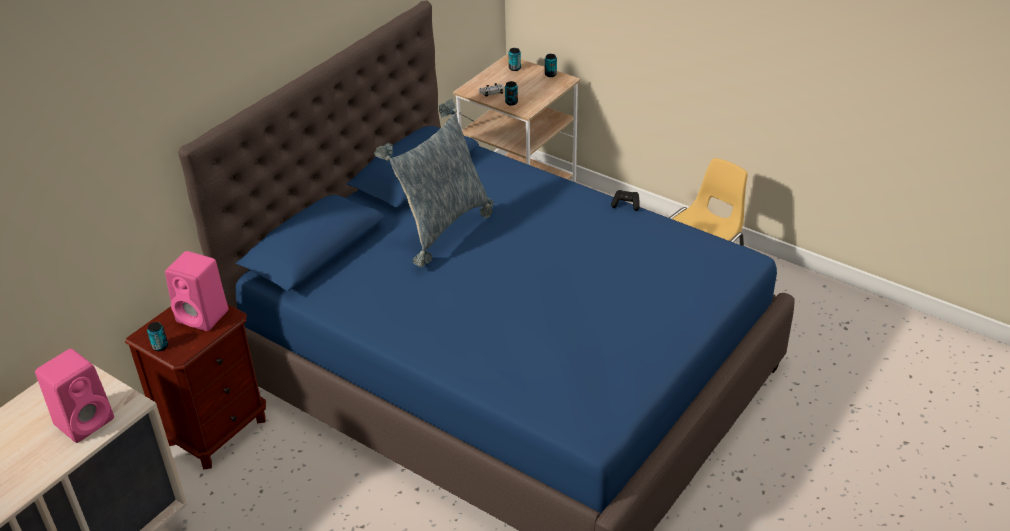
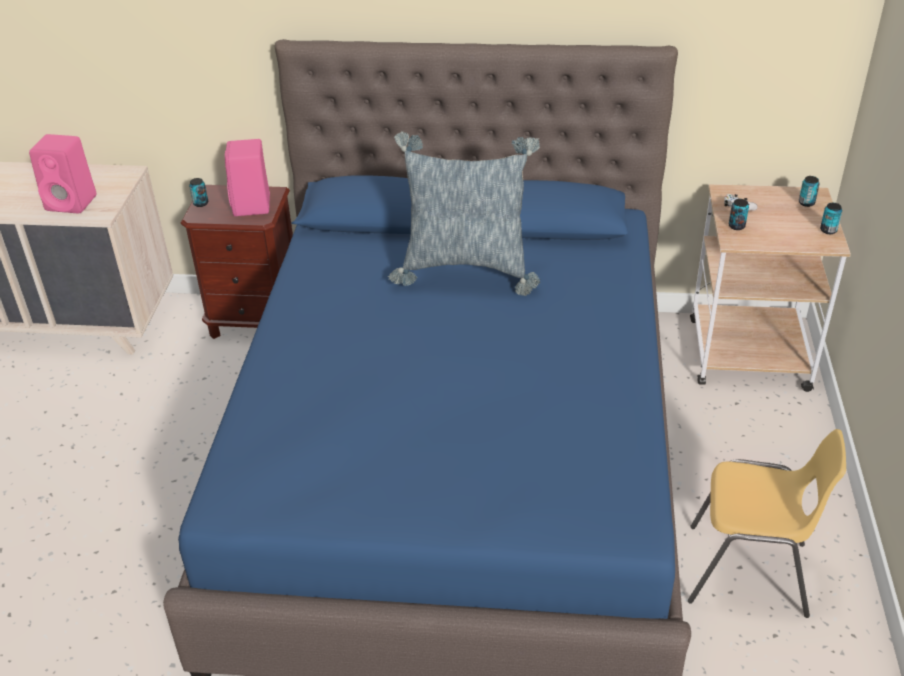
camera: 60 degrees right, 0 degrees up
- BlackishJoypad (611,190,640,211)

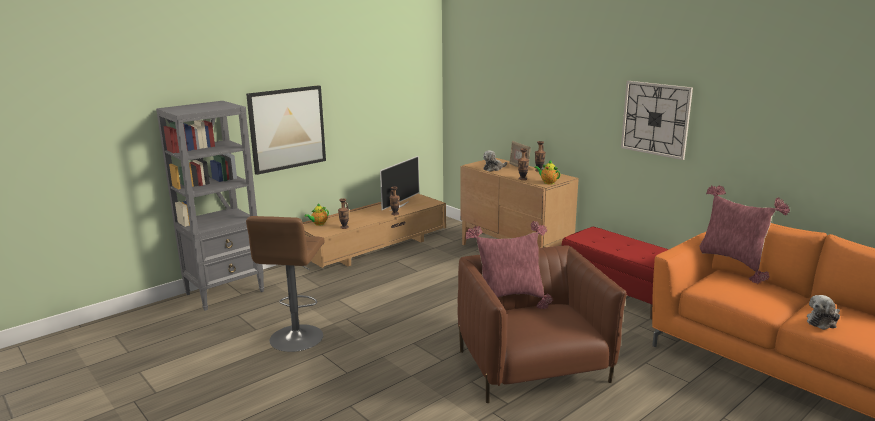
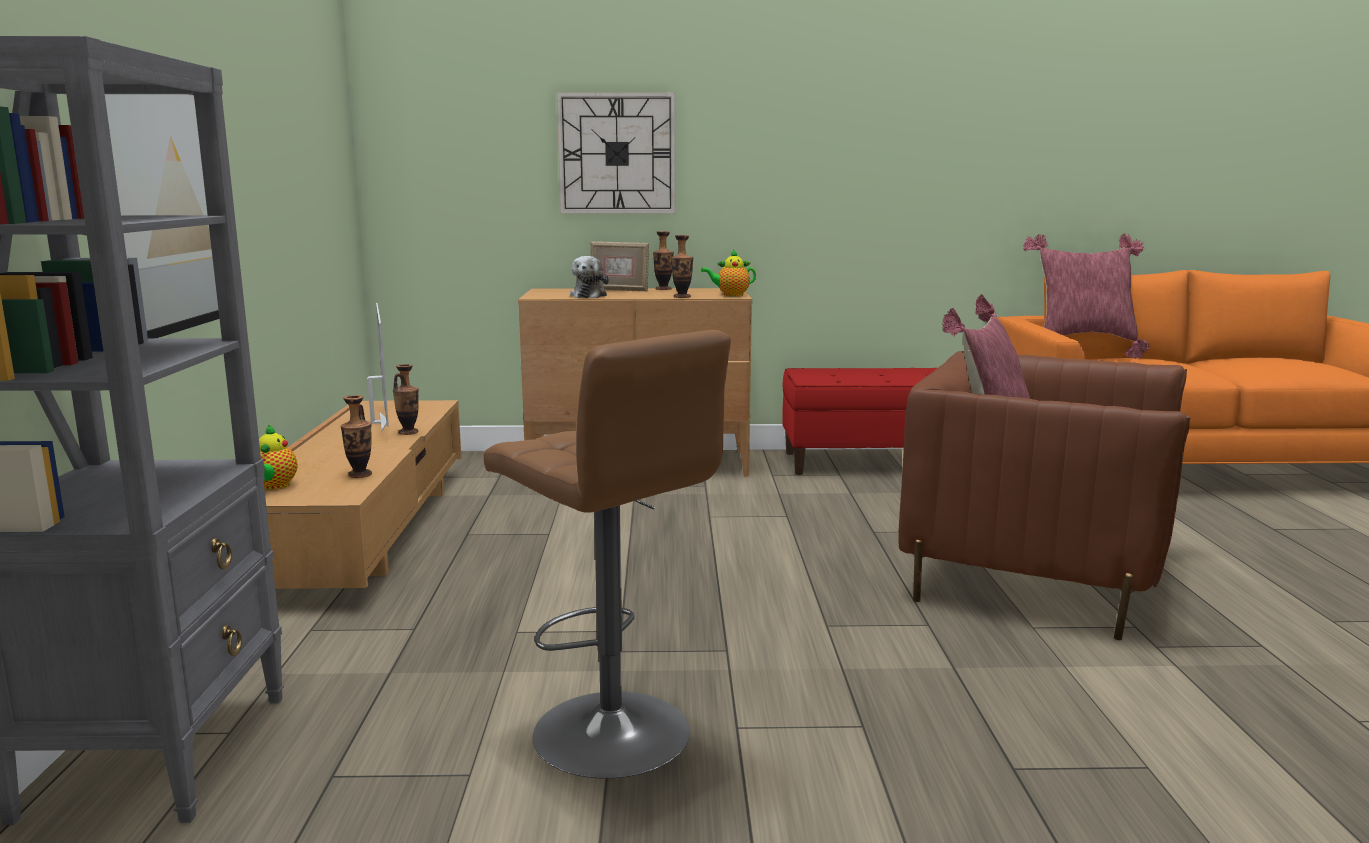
camera: 50 degrees left, 5 degrees down
~ ClockOnTheWall (621,81,693,160) to (557,92,675,214)
- PlushToy (807,295,840,330)

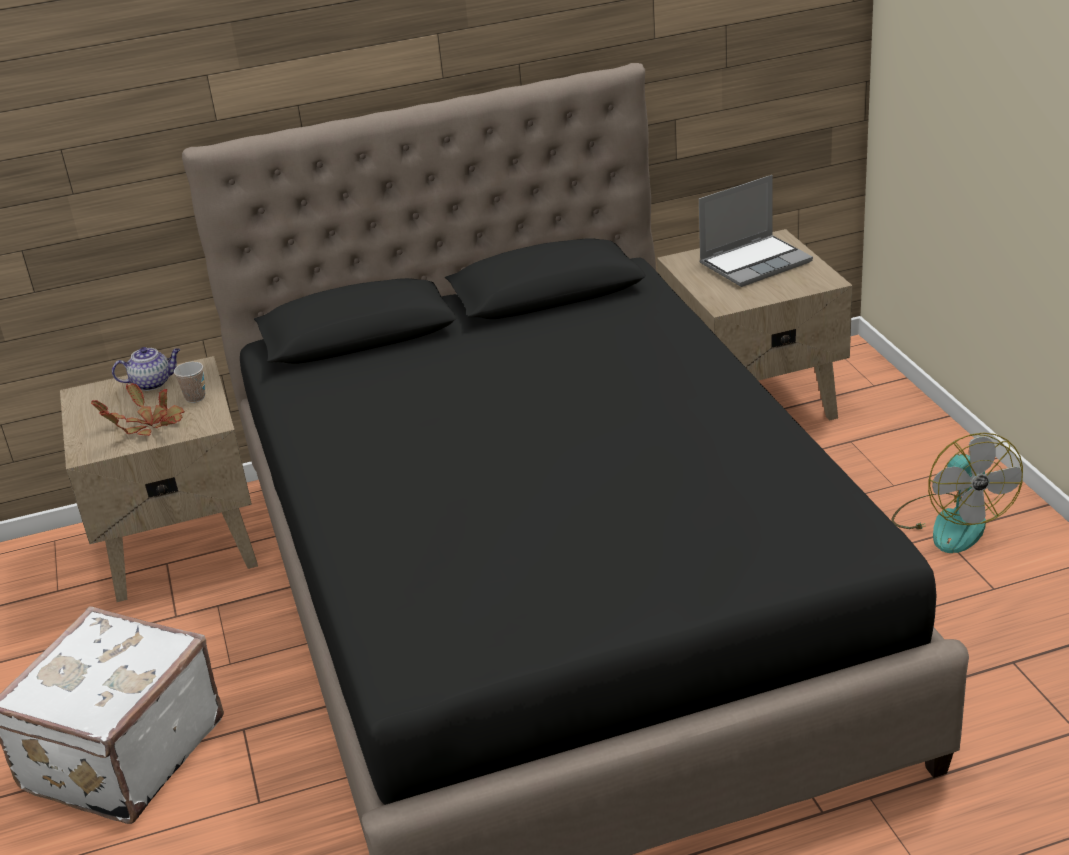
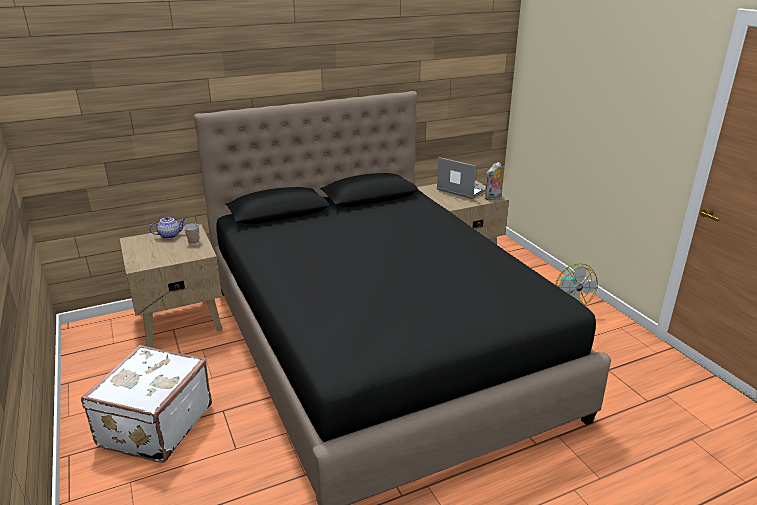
camera: 10 degrees left, 5 degrees down
~ NotebookComputer (699,175,813,287) = (437,157,486,199) 105 degrees counterclockwise
- PottedPlant (91,382,185,436)
+ PlushToy (485,162,502,200)

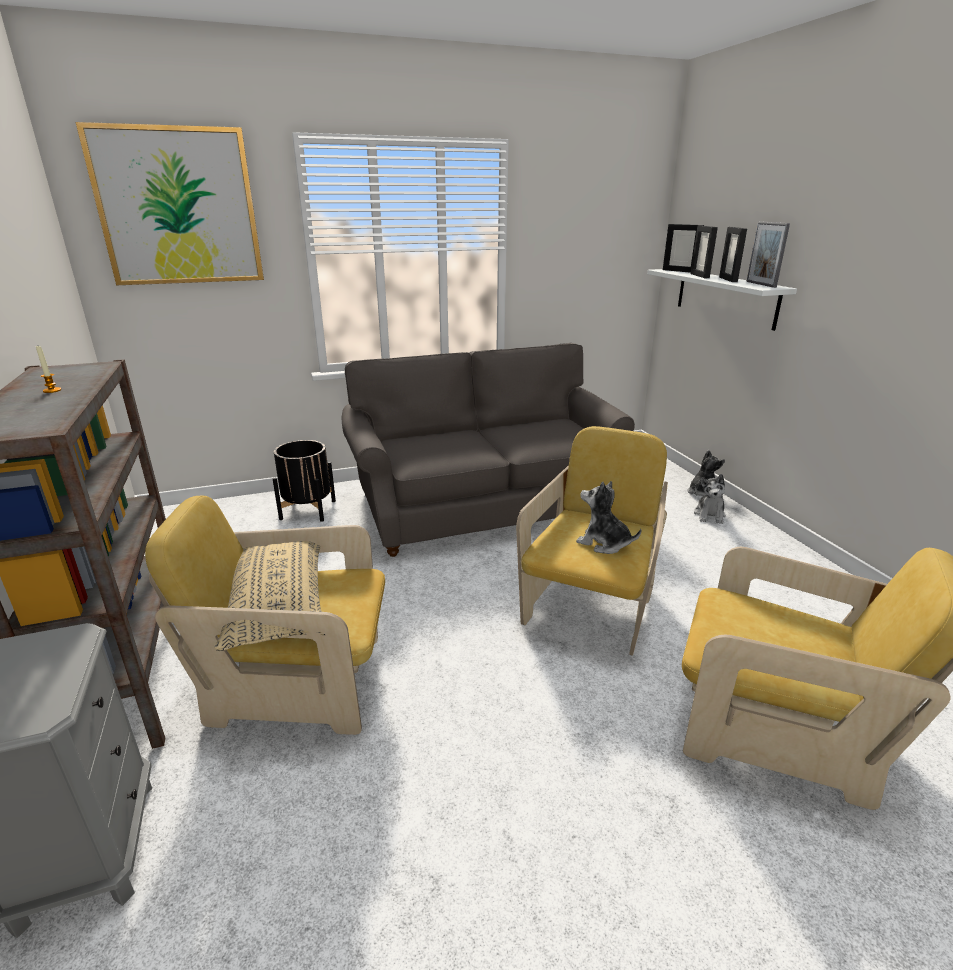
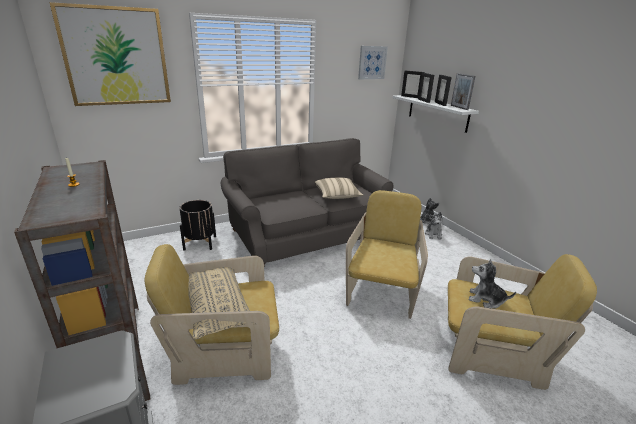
camera: 10 degrees left, 0 degrees up
~ PlushToy (576,481,641,554) to (469,259,516,309)
+ WallPicture (358,46,388,79)
+ BeigeColouredPillow (314,178,364,199)

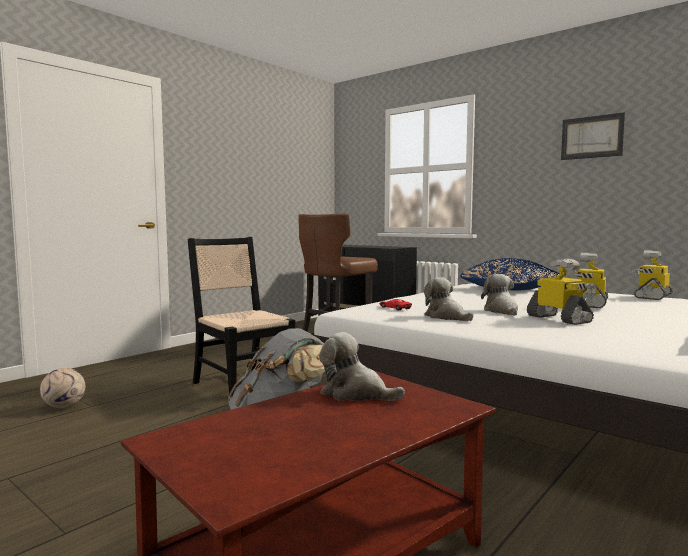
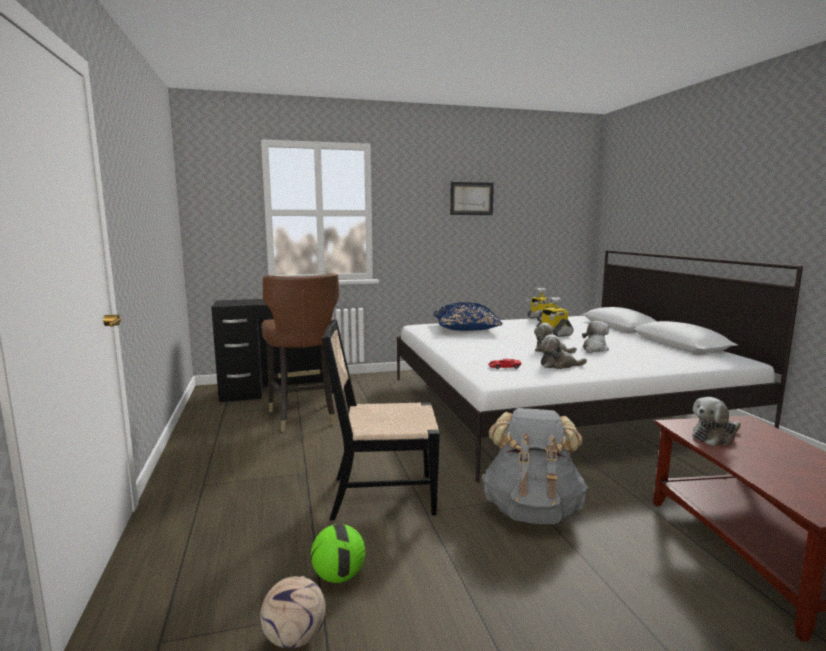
camera: 55 degrees left, 5 degrees up
~ ModelRobot (527,259,596,325) to PlushToy (582,321,609,353)
+ BallForFootball (311,524,365,583)

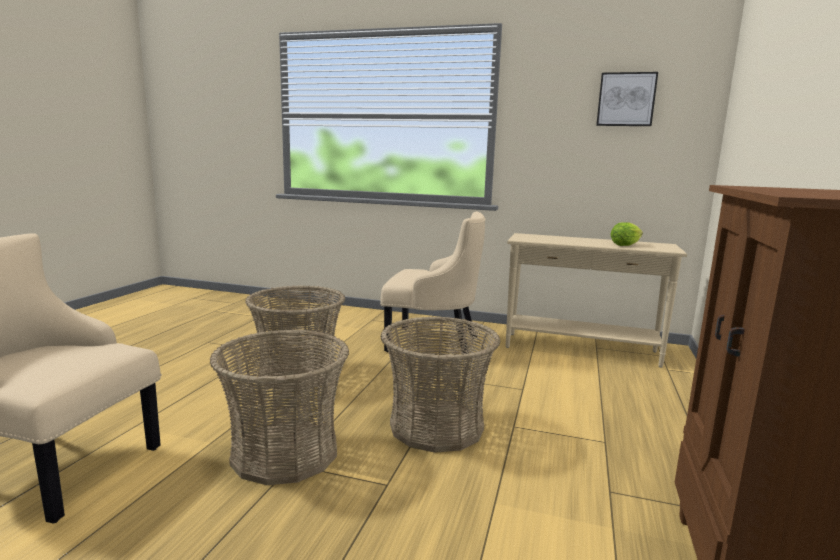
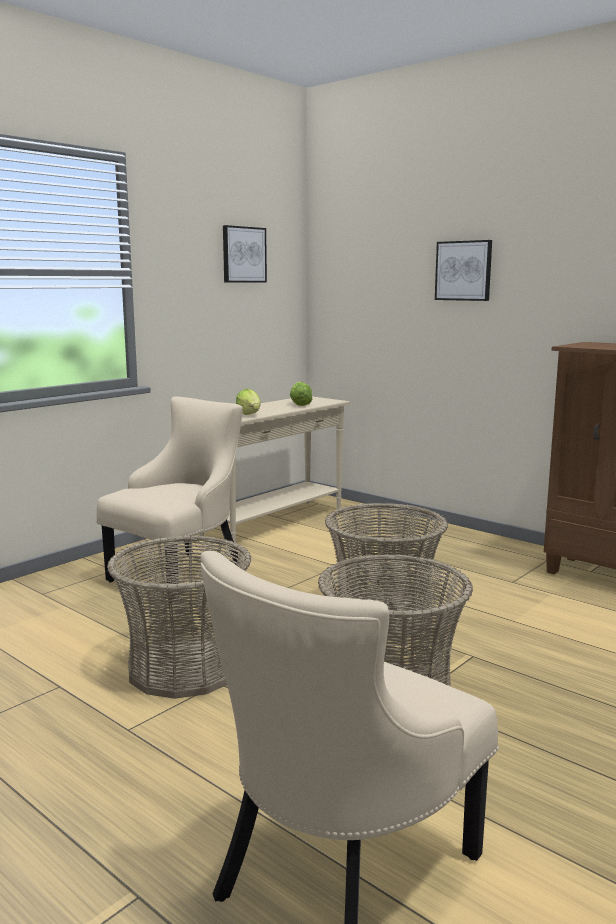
camera: 65 degrees left, 0 degrees up
+ WallPicture (435,240,492,301)
+ Lettuce (236,389,261,415)

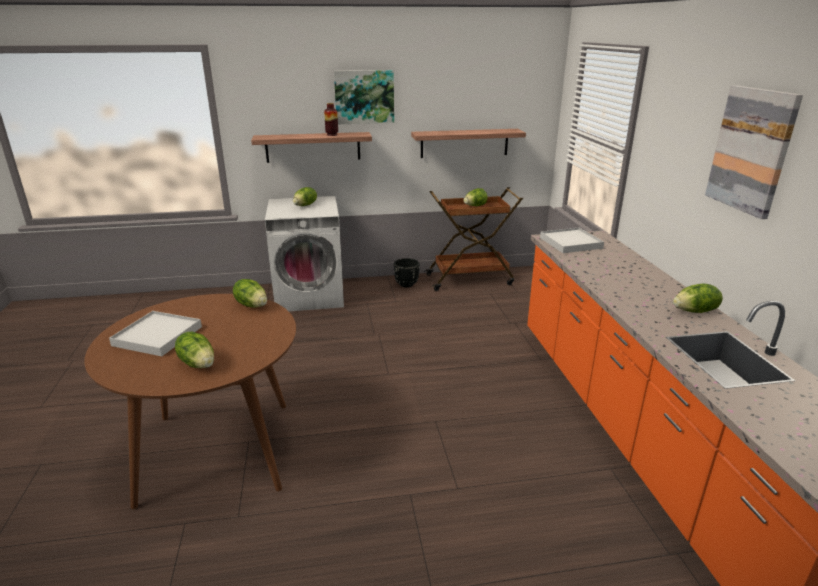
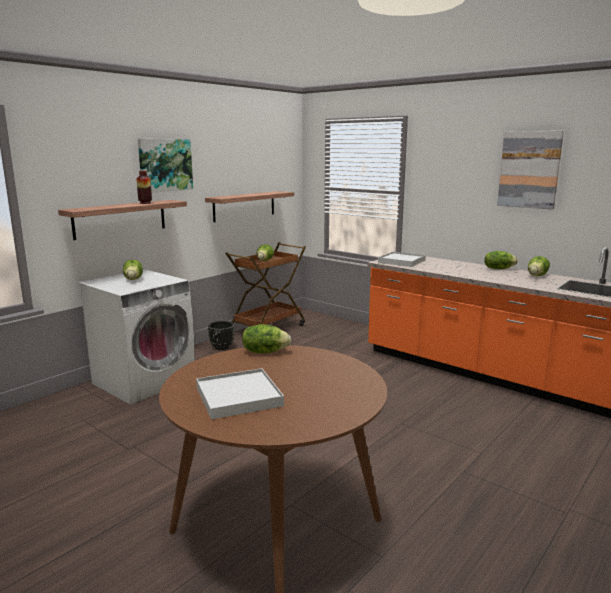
camera: 40 degrees left, 10 degrees down
~ Lettuce (175,331,214,368) to (484,251,518,269)

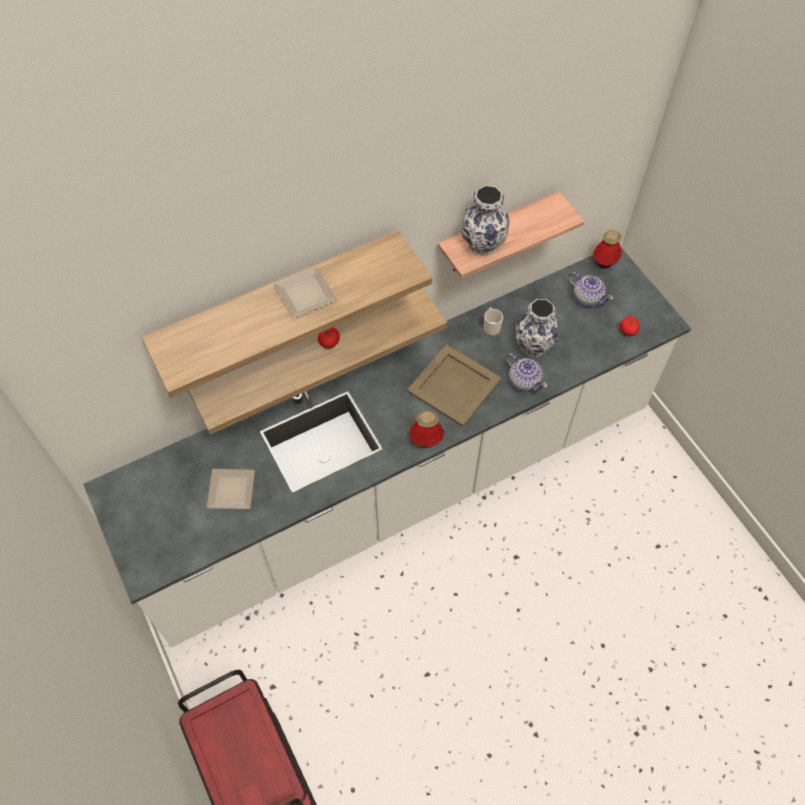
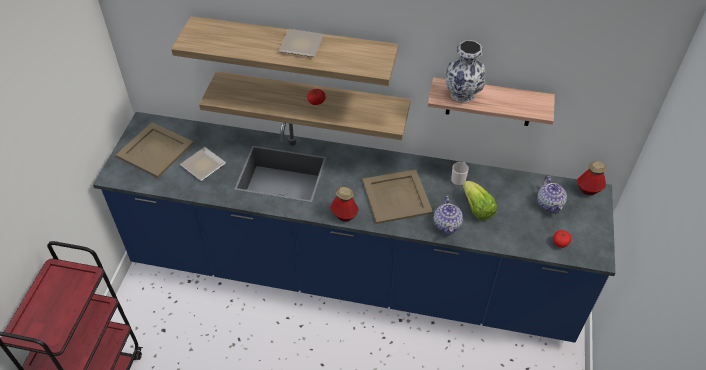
camera: 40 degrees right, 10 degrees down
~ WhiteCounter (83,246,691,647) to BluishCounter (93,112,615,343)
~ Vase (516,299,558,357) to Lettuce (463,181,497,220)
+ BeigeColouredCarryingTray (116,122,194,178)

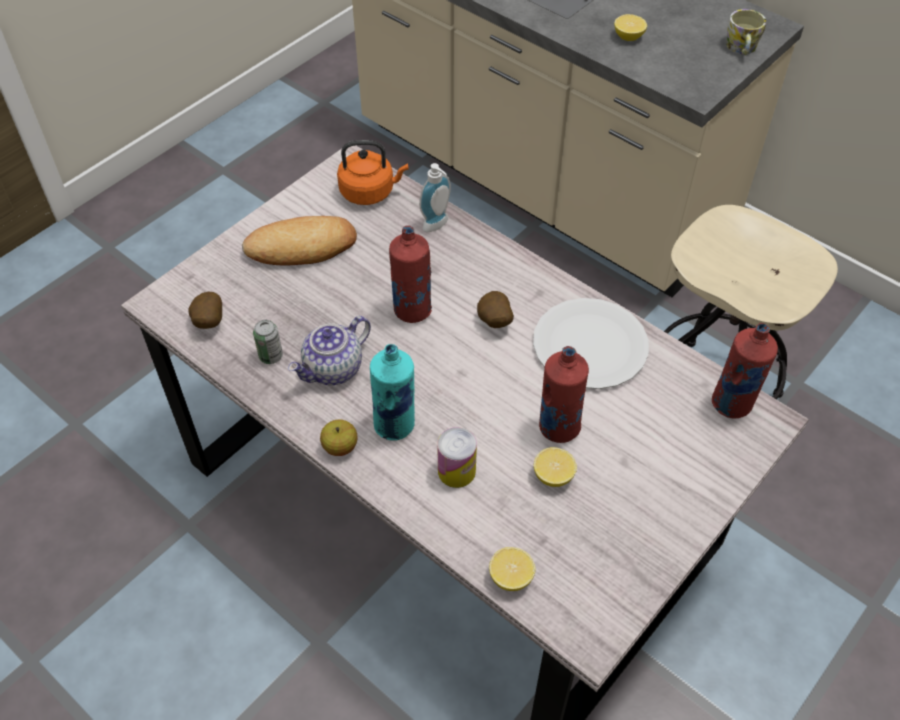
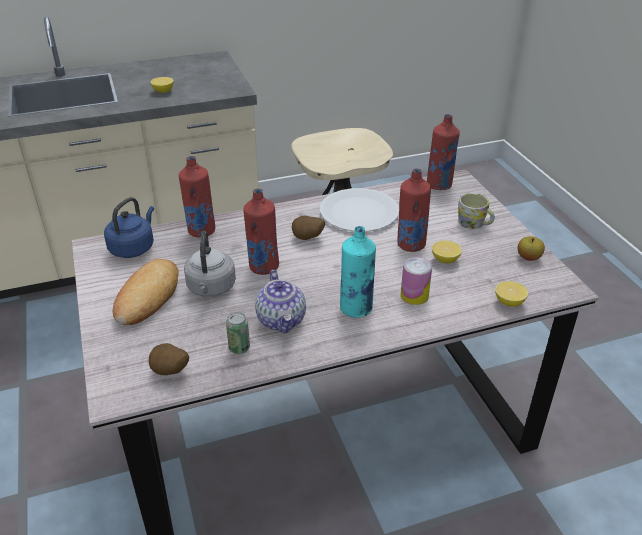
camera: 60 degrees left, 15 degrees down
~ Mug (726,9,766,55) to (458,193,495,229)
~ OrangeColouredWaterKettle (337,140,409,205) to BluishWaterKettle (104,197,154,258)
~ LiquidSoapBottle (419,163,451,232) to RedBottle (179,156,215,238)
~ Apple (320,420,357,456) to (518,236,545,261)
+ GrayWaterKettle (184,231,236,297)

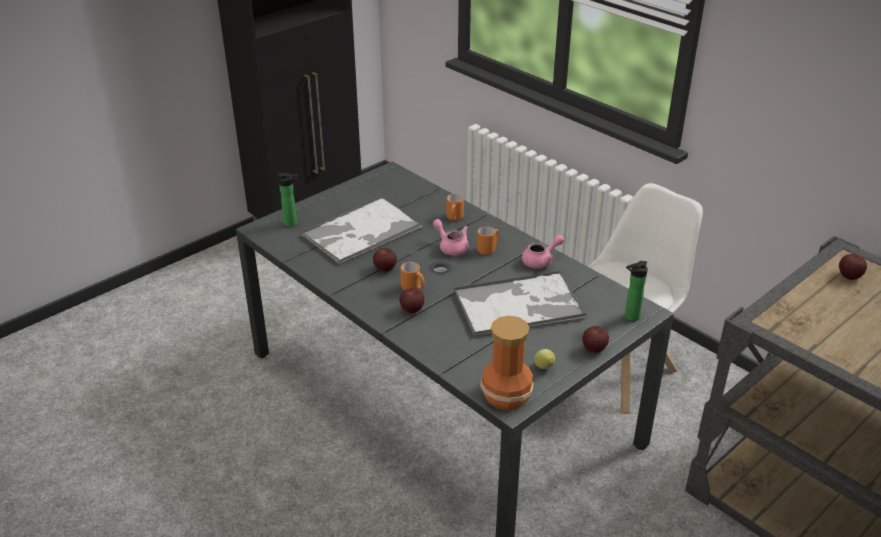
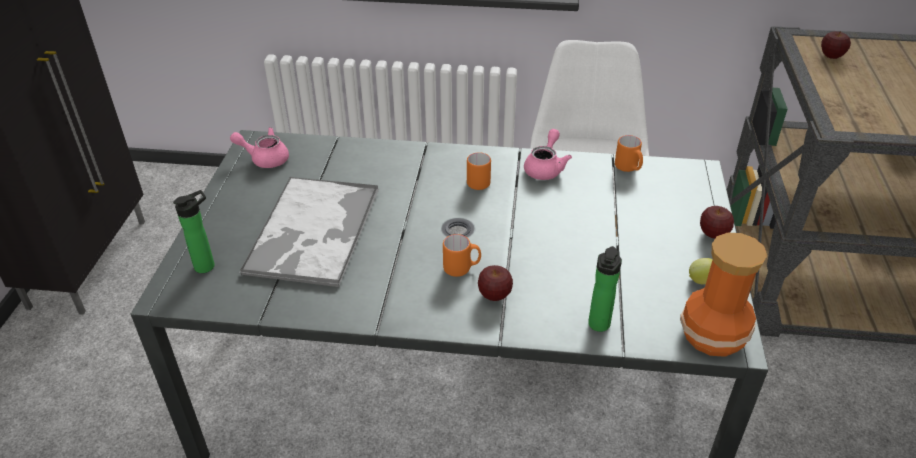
camera: 40 degrees left, 5 degrees up
~ OrangeColouredMug (447,194,464,220) to (615,135,643,172)
~ PinkTeapot (433,219,469,256) to (230,127,289,168)
- Apple (373,248,397,272)
~ Bottle (625,261,648,321) to (588,246,622,332)
- CarryingTray (454,271,586,338)

